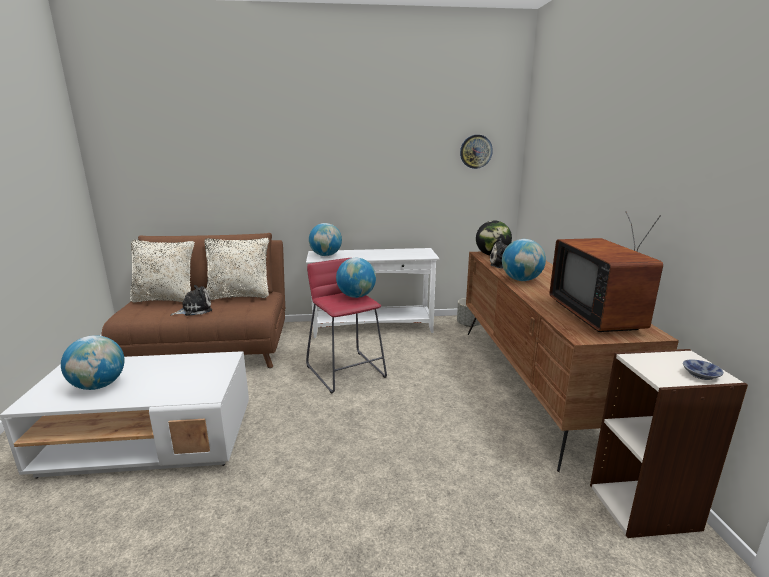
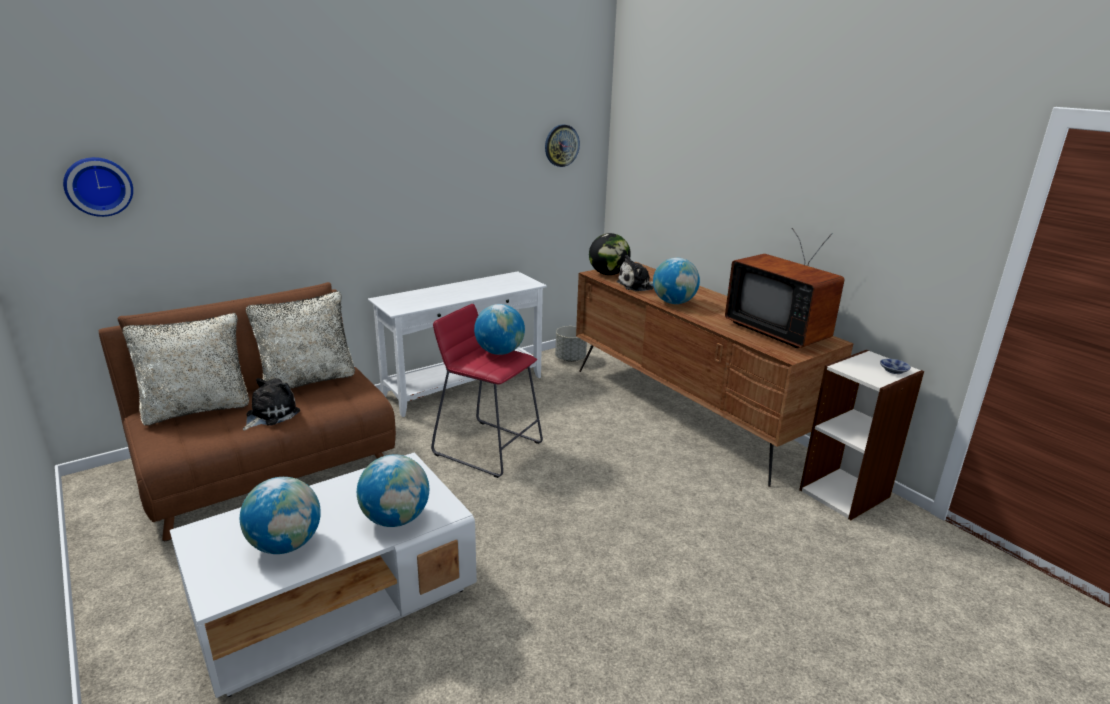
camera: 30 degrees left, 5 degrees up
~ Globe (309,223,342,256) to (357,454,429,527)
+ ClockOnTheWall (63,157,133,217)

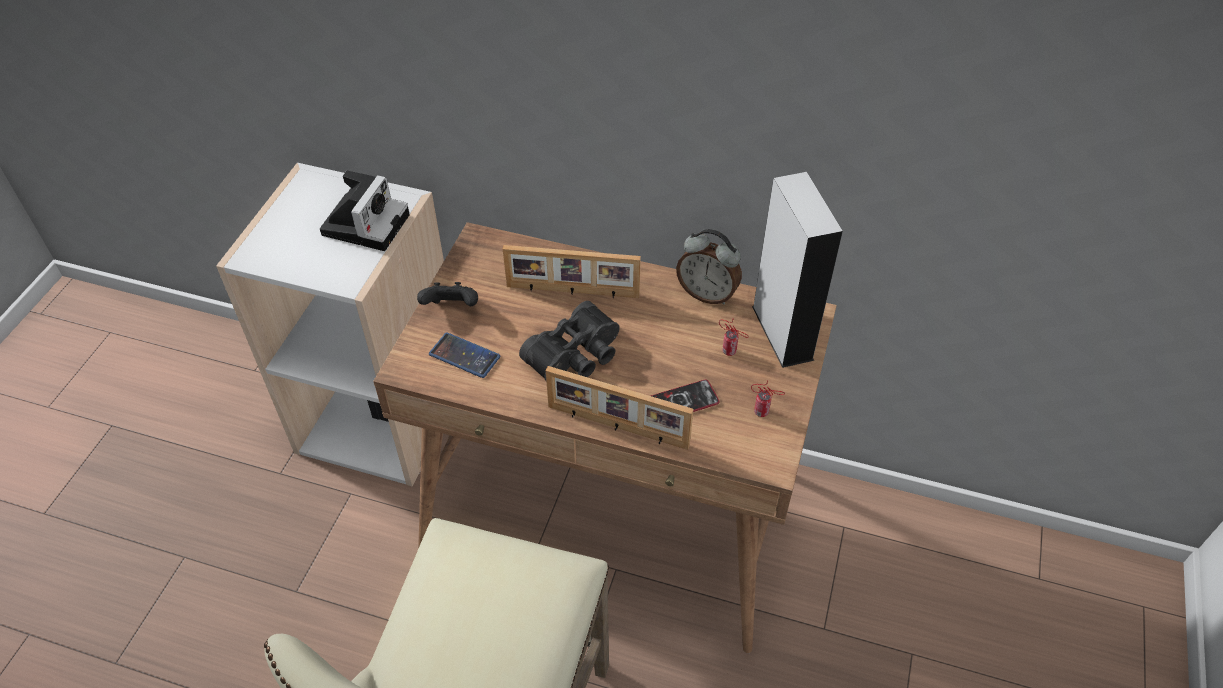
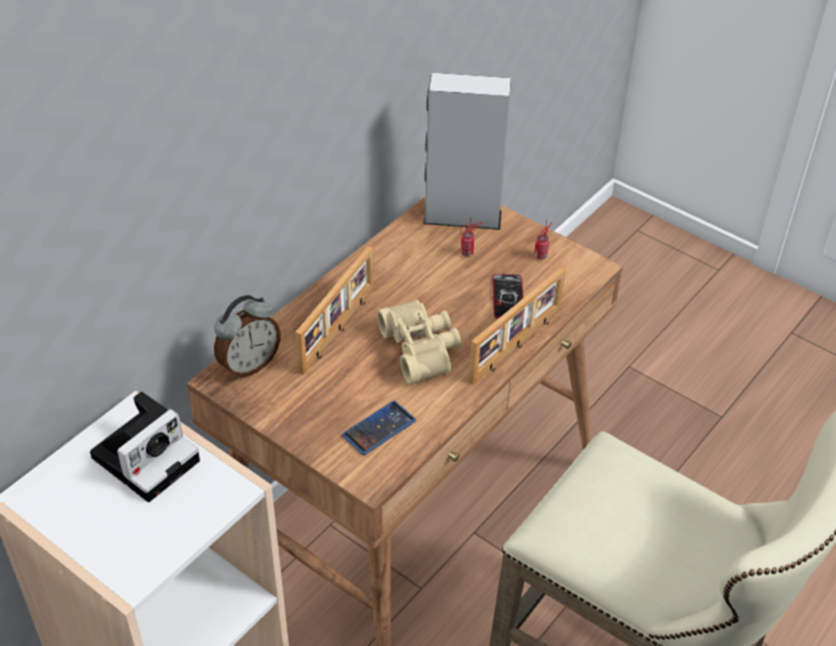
camera: 70 degrees left, 5 degrees down
~ PhotoCamera (320,171,410,251) = (90,391,200,502) 90 degrees clockwise
~ BedsideClock (676,229,742,305) to (214,295,281,379)
- BlackishJoypad (417,282,478,306)
~ BlackishBinoculars (519,301,620,380) to BeigeColouredBinoculars (377,300,461,384)

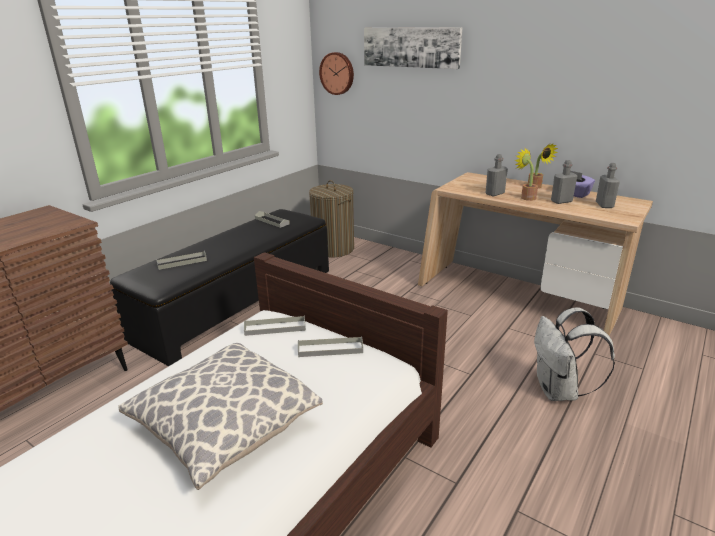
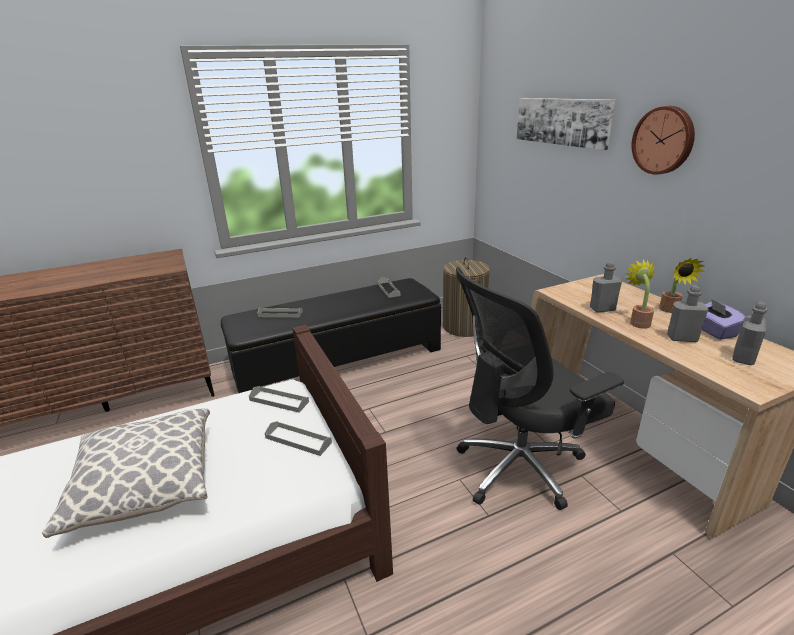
camera: 30 degrees right, 0 degrees up
~ ClockOnTheWall (319,52,354,95) to (631,106,695,174)
- WhiteRucksack (534,307,615,401)
+ DeskChair (456,267,624,510)

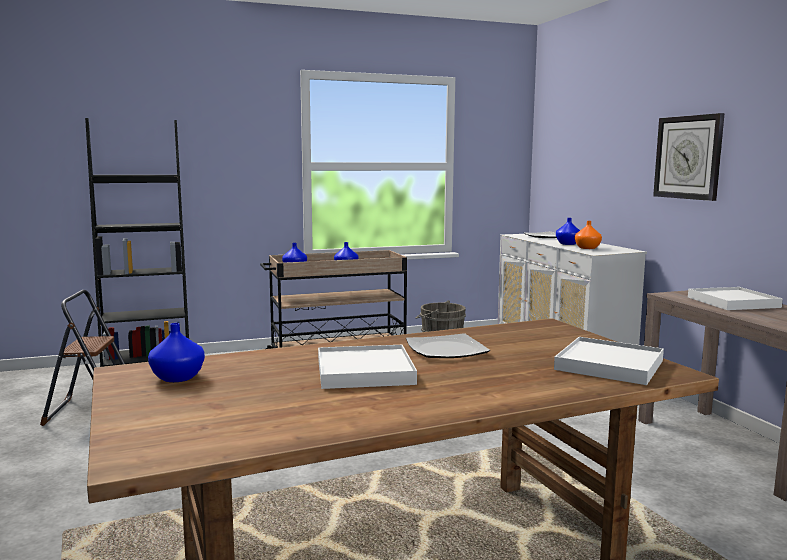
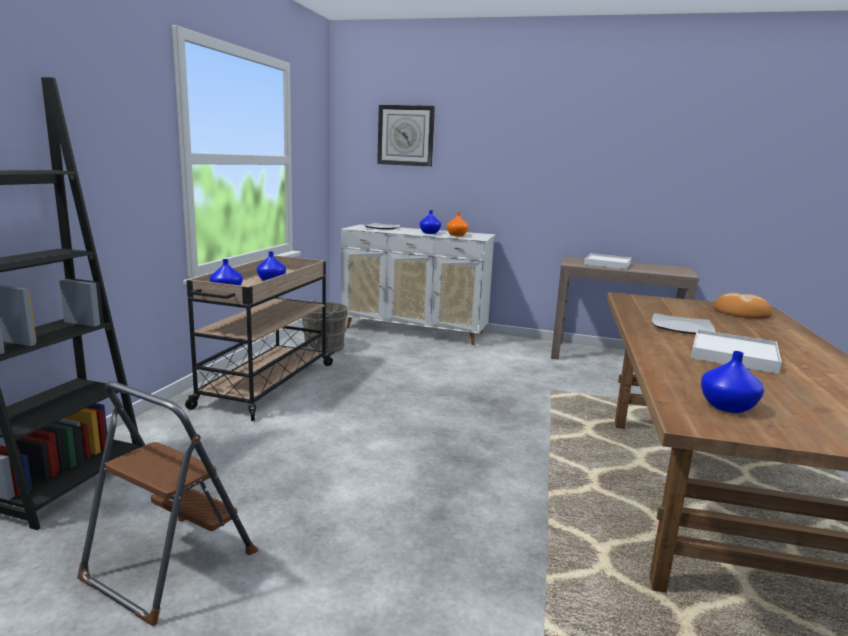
camera: 55 degrees left, 5 degrees up
~ ClockOnTheWall (653,113,725,201) to (377,105,435,167)
~ WhiteCarryingTray (554,337,664,385) to BakedBread (714,293,772,319)

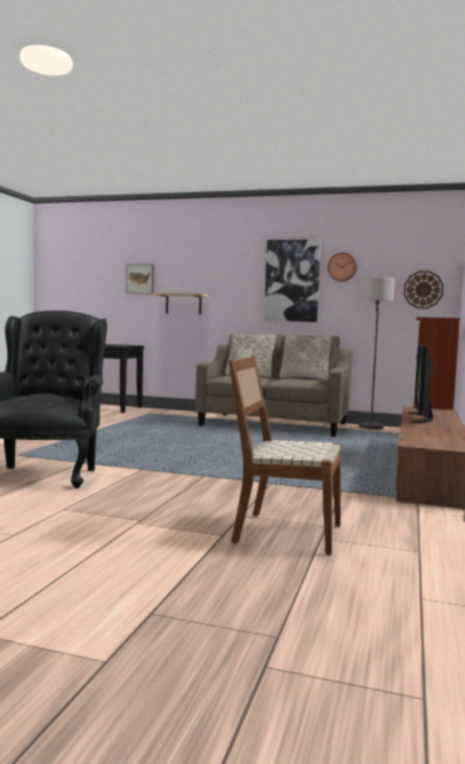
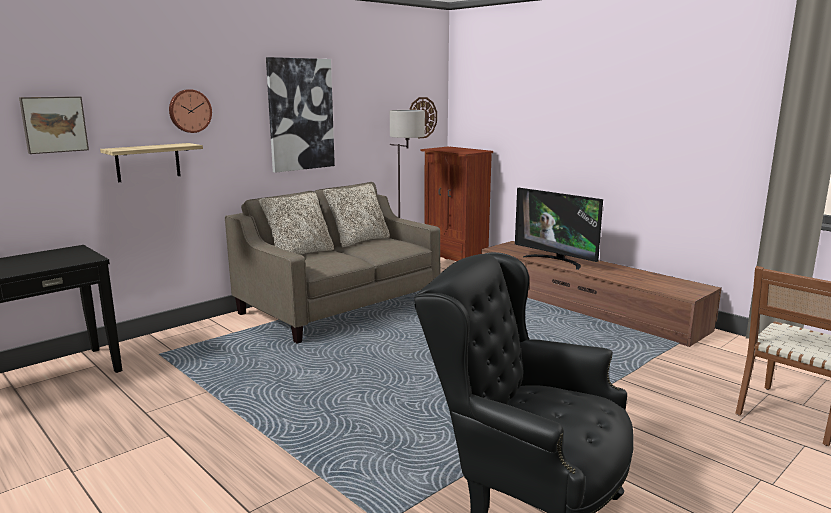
camera: 60 degrees left, 10 degrees up
~ ClockOnTheWall (328,253,357,282) to (169,89,212,133)

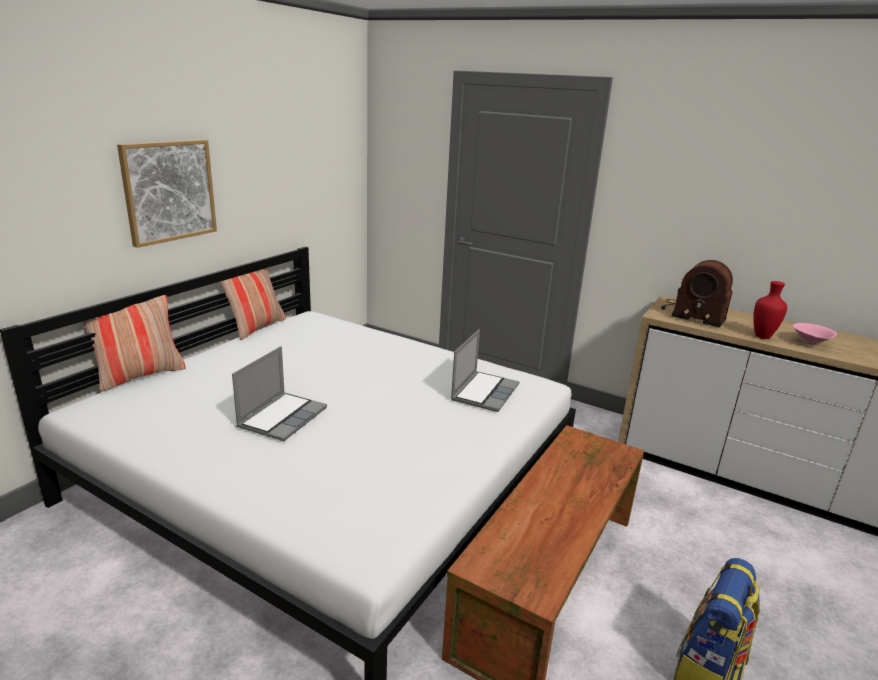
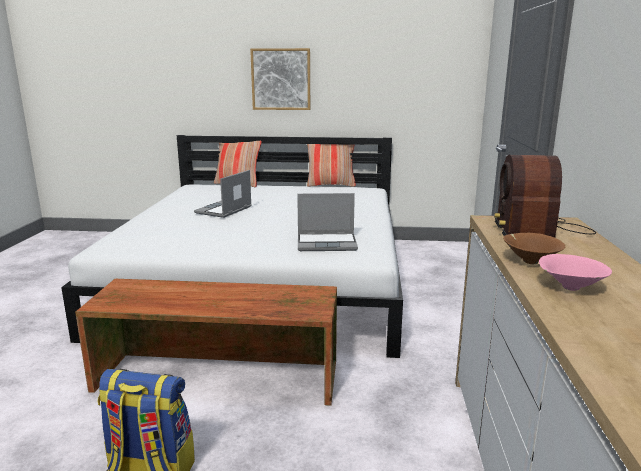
camera: 65 degrees right, 5 degrees down
~ RedVase (753,281,787,339) to BrownishServingBowl (503,233,565,264)
~ NotebookComputer (232,346,327,441) = (194,170,252,218) 120 degrees clockwise

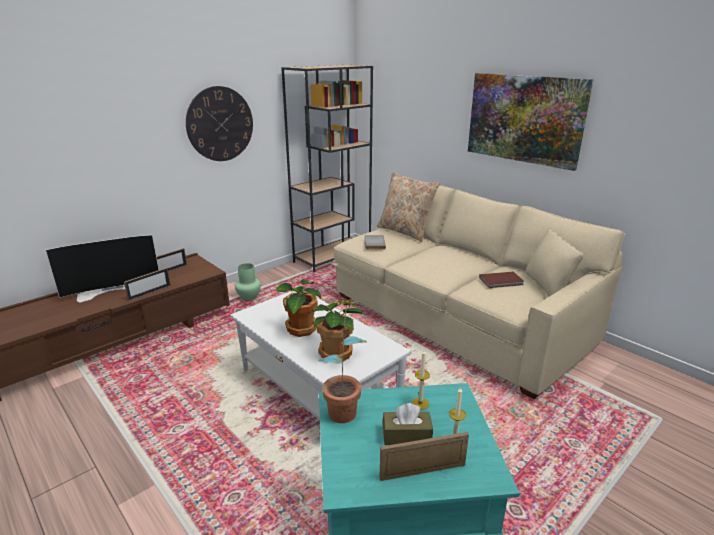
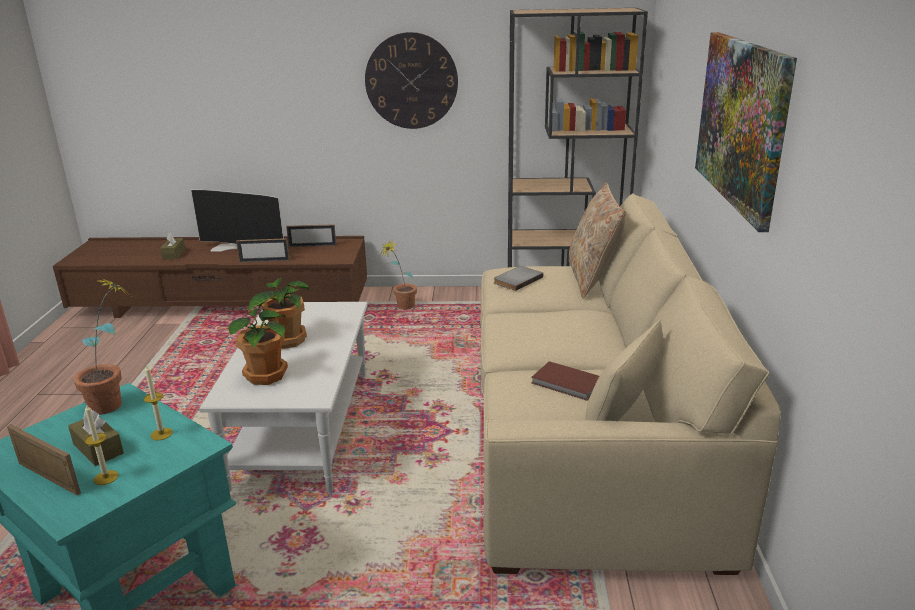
camera: 45 degrees right, 0 degrees up
~ GreenVase (235,263,261,300) to PottedPlant (380,240,417,309)
+ BrownishTissueBox (160,232,185,259)

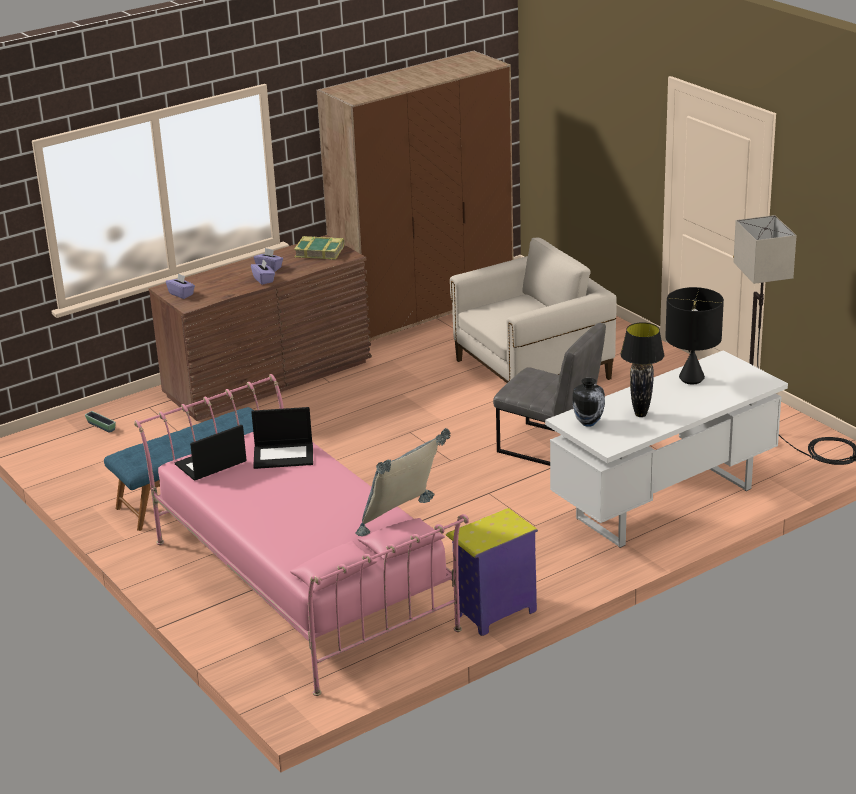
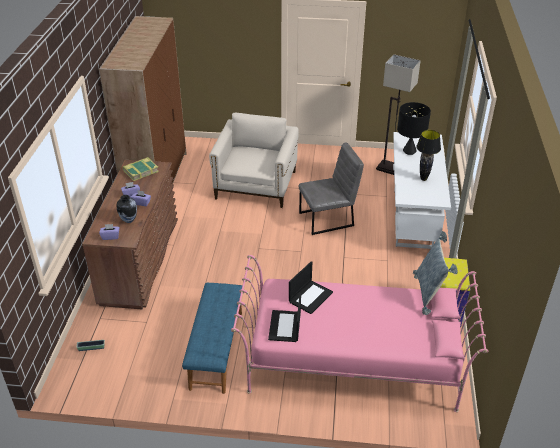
camera: 50 degrees left, 10 degrees up
~ Vase (572,378,605,427) to (116,195,137,223)

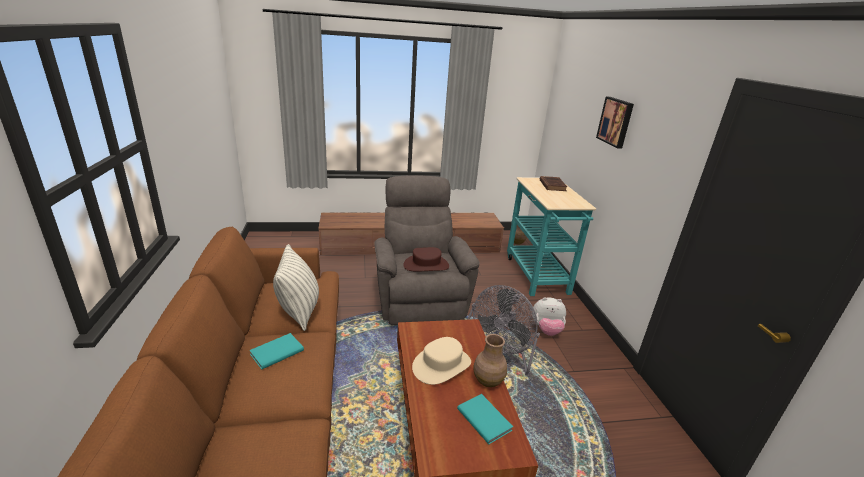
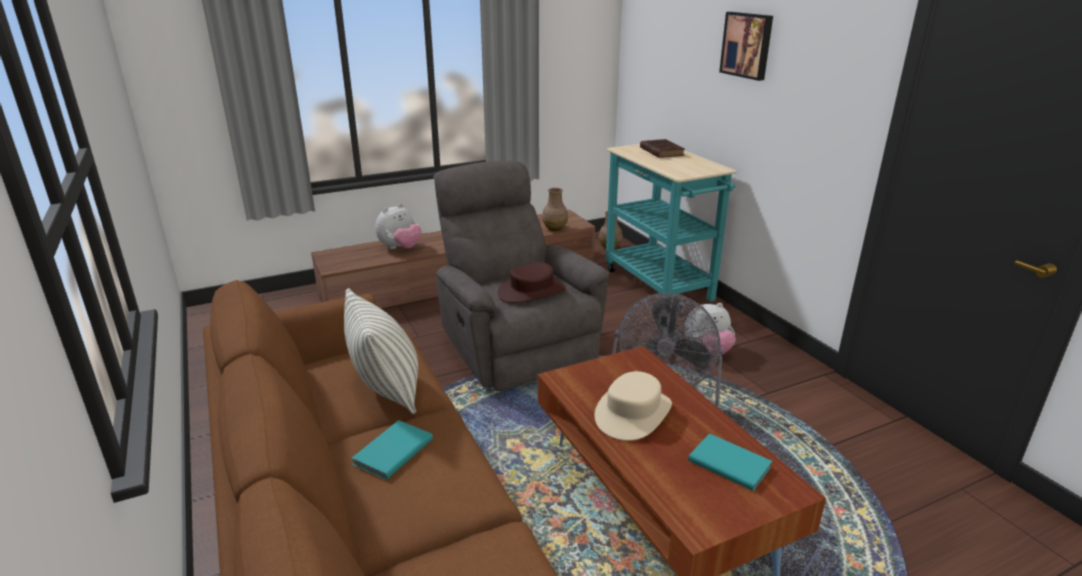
camera: 15 degrees left, 0 degrees up
~ BrownishVase (473,334,507,387) to (542,188,568,231)
+ PlushToy (375,203,422,249)

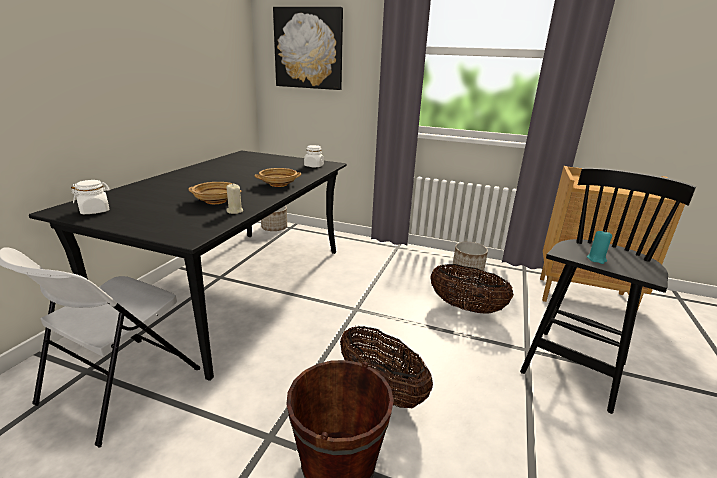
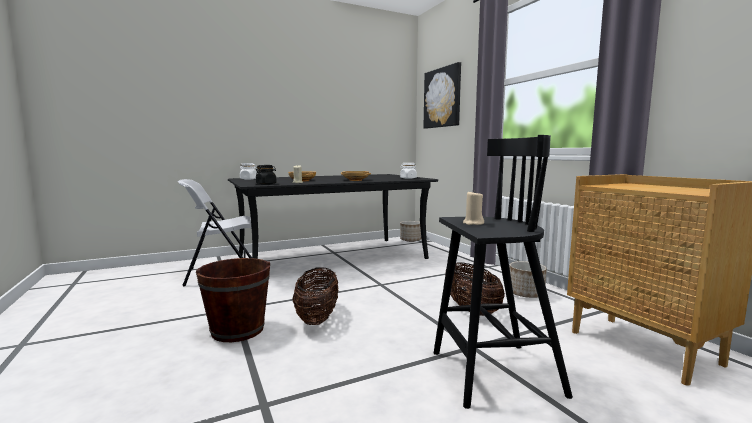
camera: 45 degrees right, 15 degrees down
~ BlueGreenCandle (587,230,612,264) to BeigeColouredCandle (463,190,484,225)
+ BlackishStorageJar (256,165,276,185)

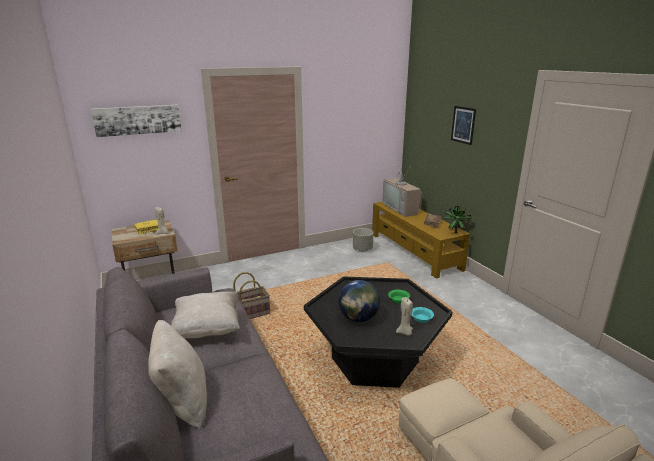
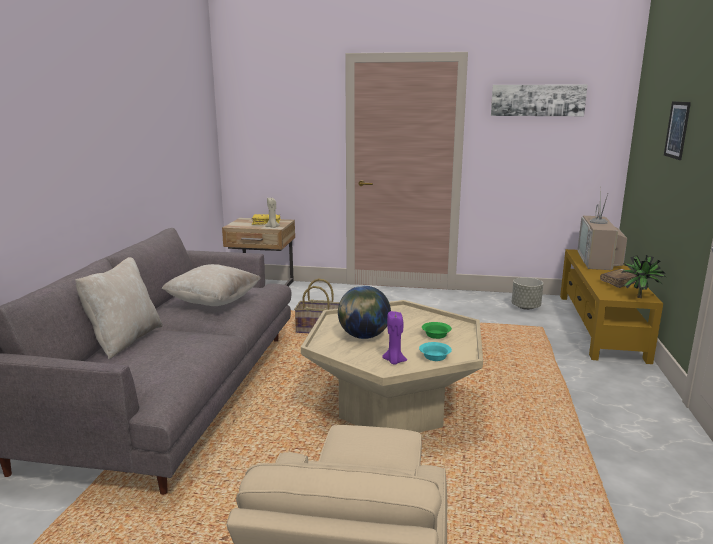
camera: 35 degrees right, 5 degrees down
~ WallPicture (91,104,181,137) to (491,85,588,116)
~ BlackishLowTable (304,276,453,388) to BeigeColouredLowTable (301,300,483,432)
~ BeigeColouredCandle (396,297,413,336) to PurpleCandle (382,311,407,365)

